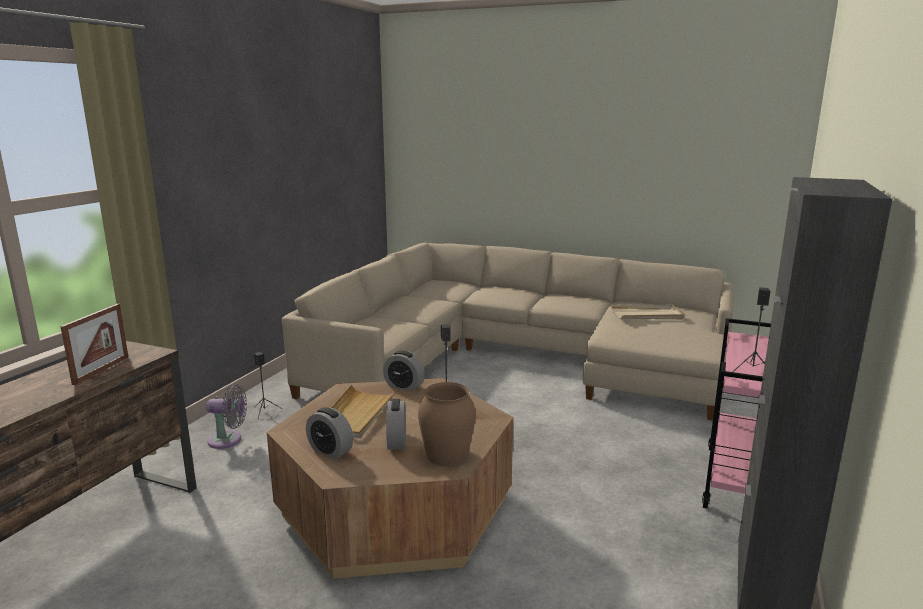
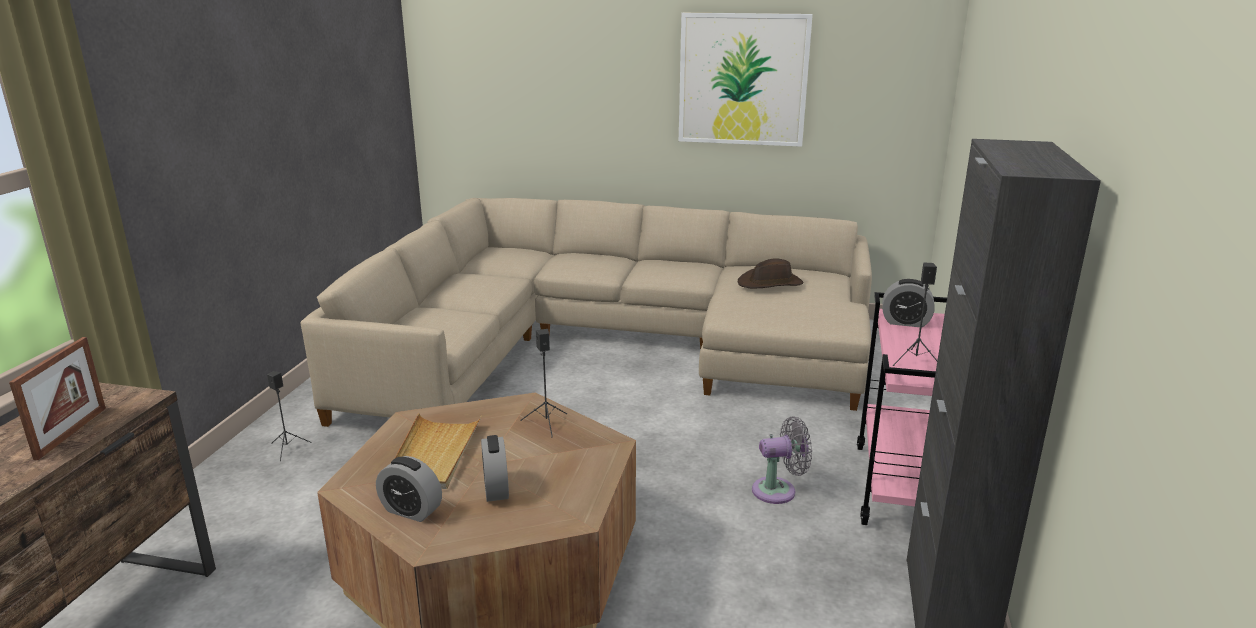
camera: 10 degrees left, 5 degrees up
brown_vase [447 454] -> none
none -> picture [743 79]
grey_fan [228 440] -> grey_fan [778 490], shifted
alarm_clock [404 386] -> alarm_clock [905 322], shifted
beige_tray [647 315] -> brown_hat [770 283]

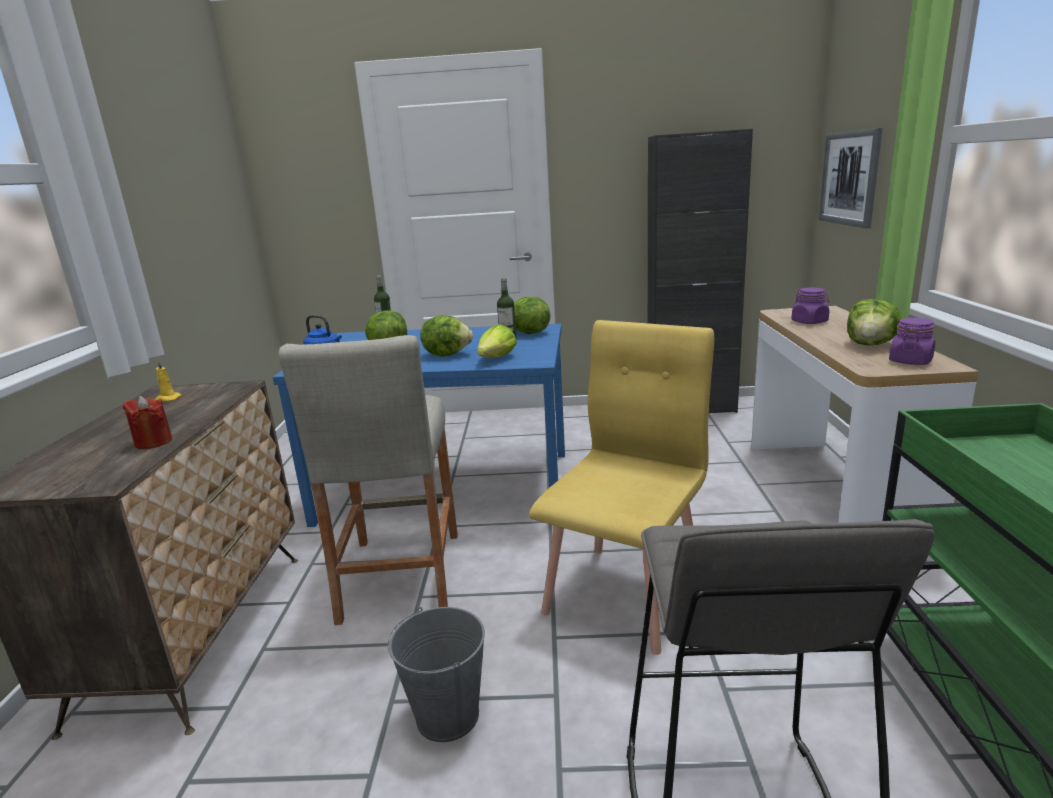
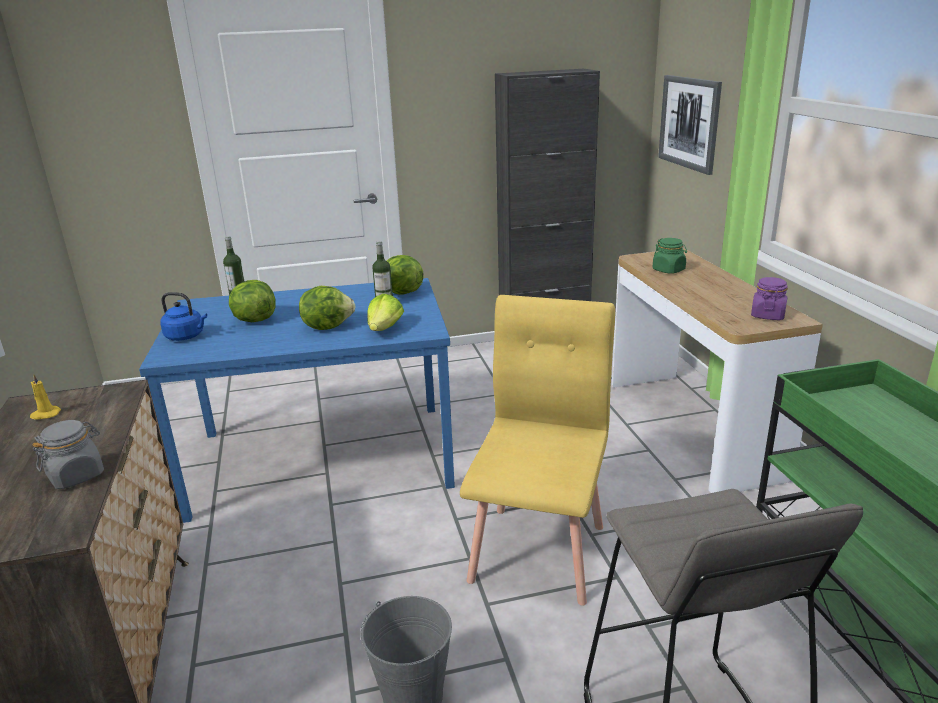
camera: 15 degrees left, 5 degrees up
beige_stool [400 575] -> none
lettuce [870 345] -> none
red_candle [153 442] -> grey_jar [76 475]
purple_jar [809 322] -> green_jar [668 270]

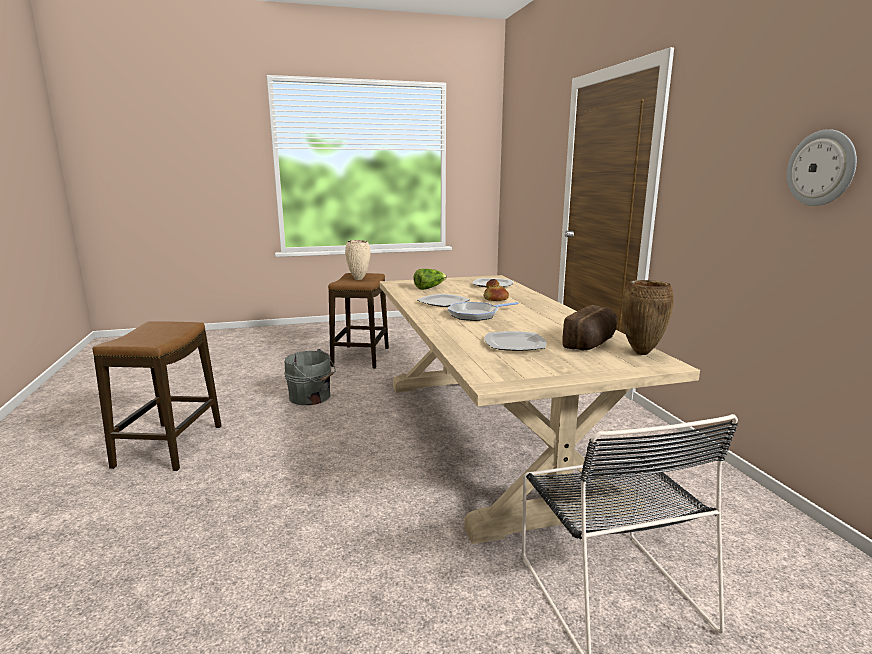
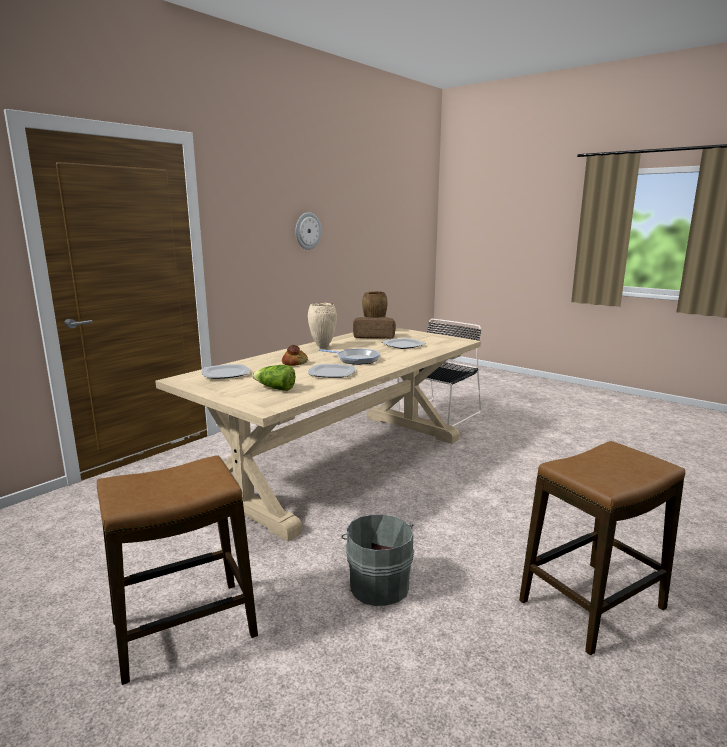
camera: 125 degrees left, 0 degrees up
beige_vase [359 279] -> beige_vase [322 347], shifted

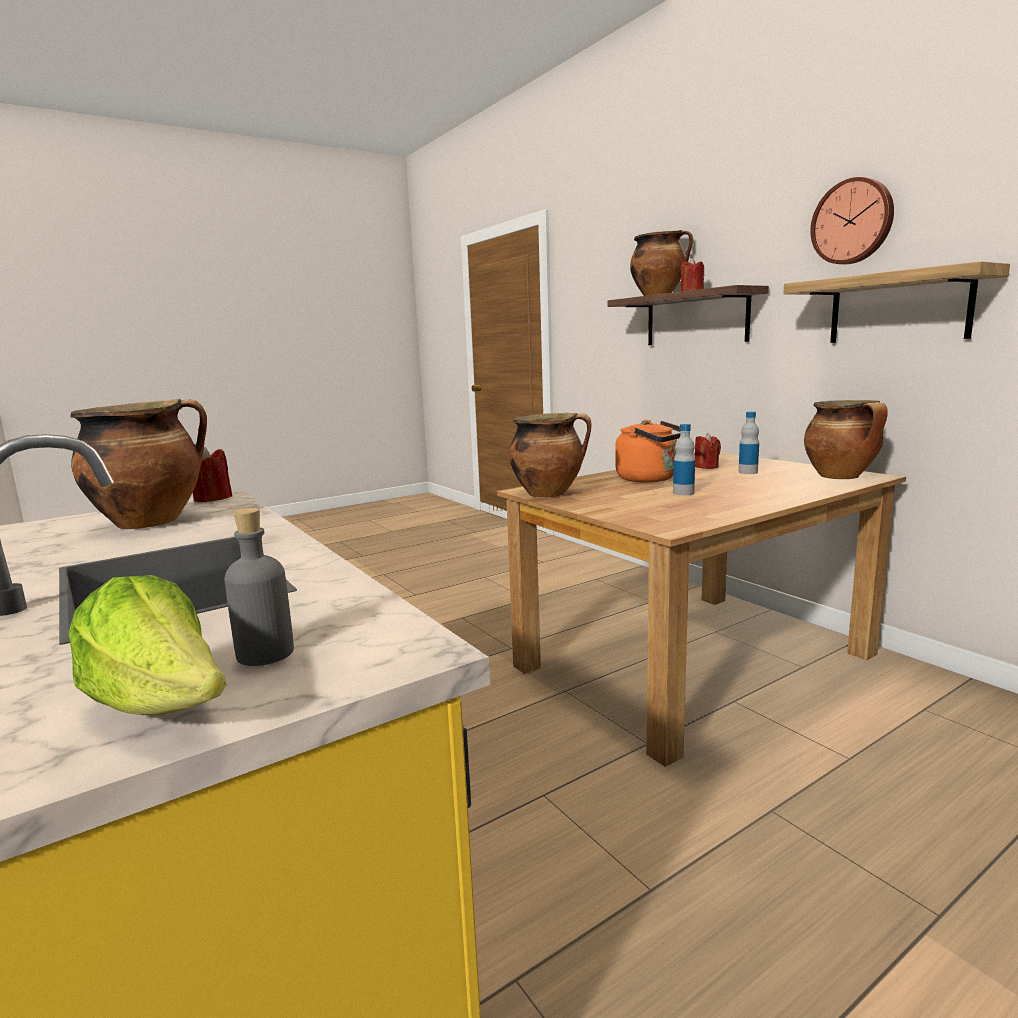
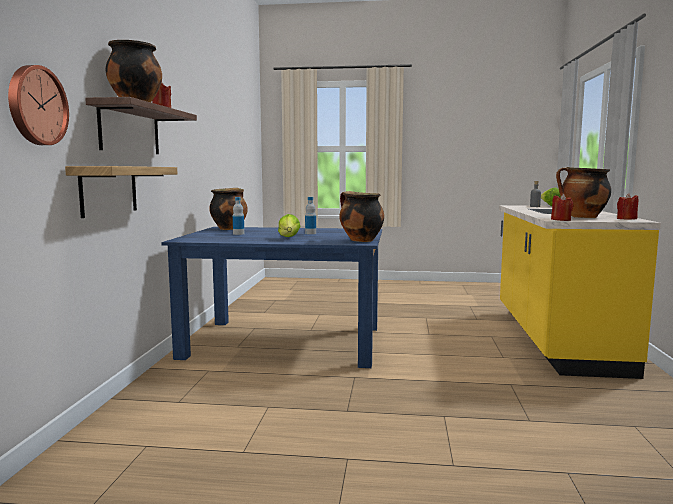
camera: 140 degrees left, 5 degrees down
red_candle [706 466] -> red_candle [626 219], shifted
shelf [898 308] -> shelf [109 190], shifted
wall_clock [853 222] -> wall_clock [36 106], shifted
orange_kettle [650 479] -> lettuce [289 238]
brown_dining_table [694 662] -> blue_dining_table [286 341]

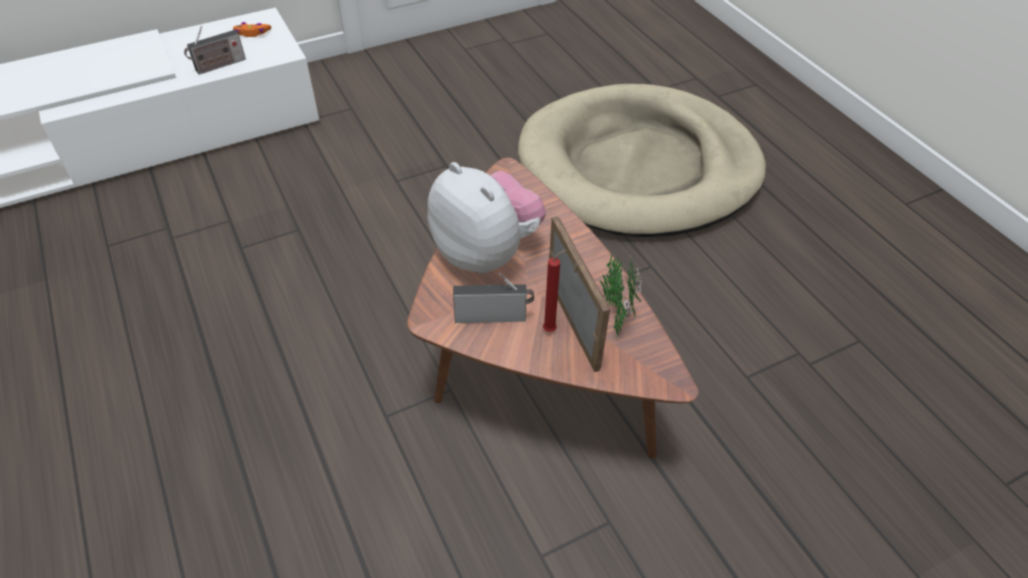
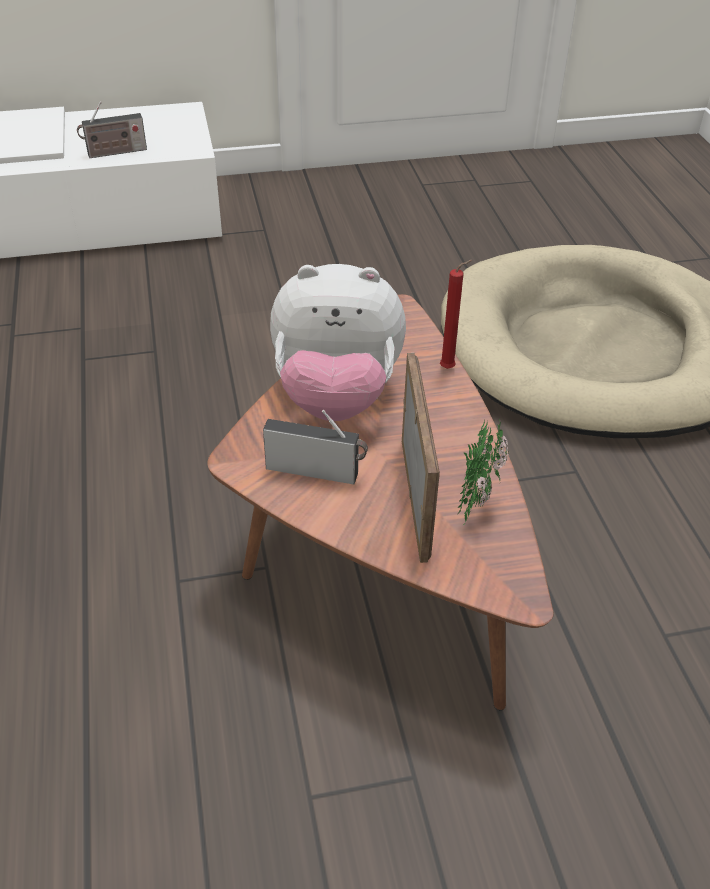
camera: 15 degrees right, 5 degrees down
orange_game_controller [252 33] -> none
red_candle [551 329] -> red_candle [449 368], shifted
plush_toy [486 253] -> plush_toy [336 397], 120 degrees clockwise

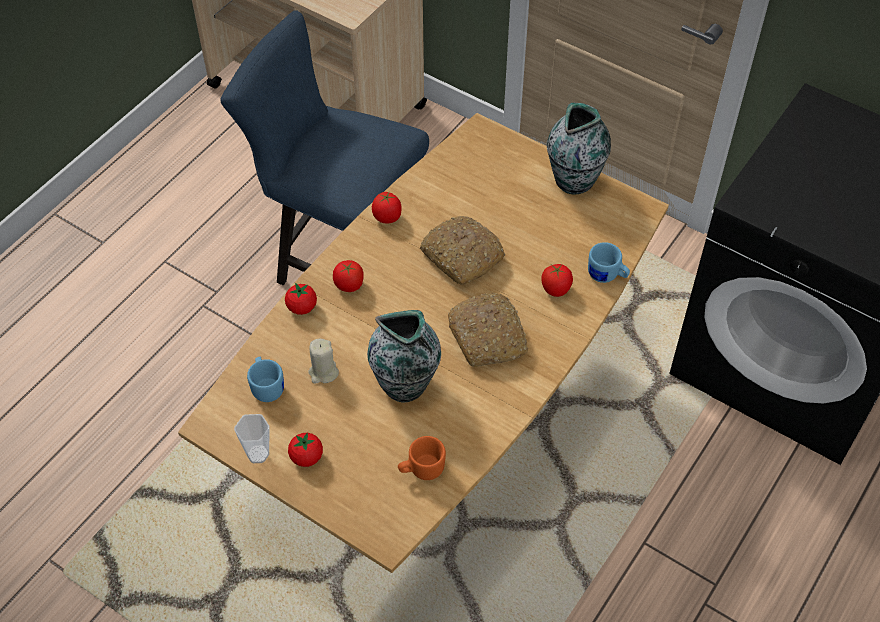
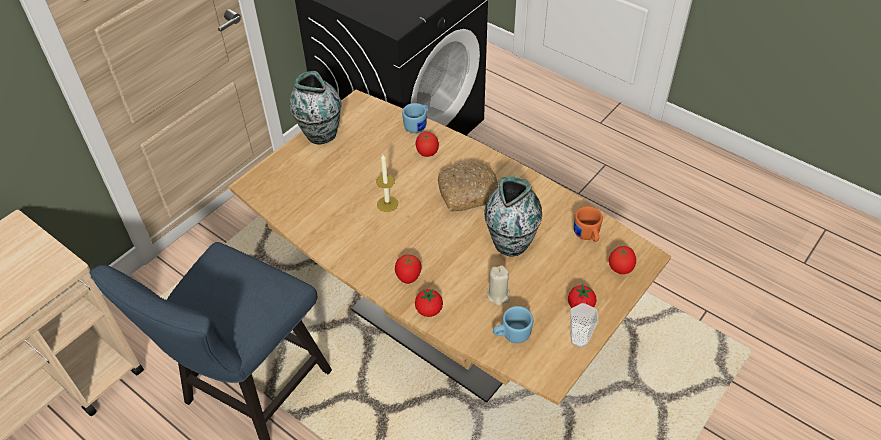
camera: 85 degrees left, 5 degrees down
tomato [387 217] -> tomato [620 268], shifted
bread [460 256] -> candle [387 204]

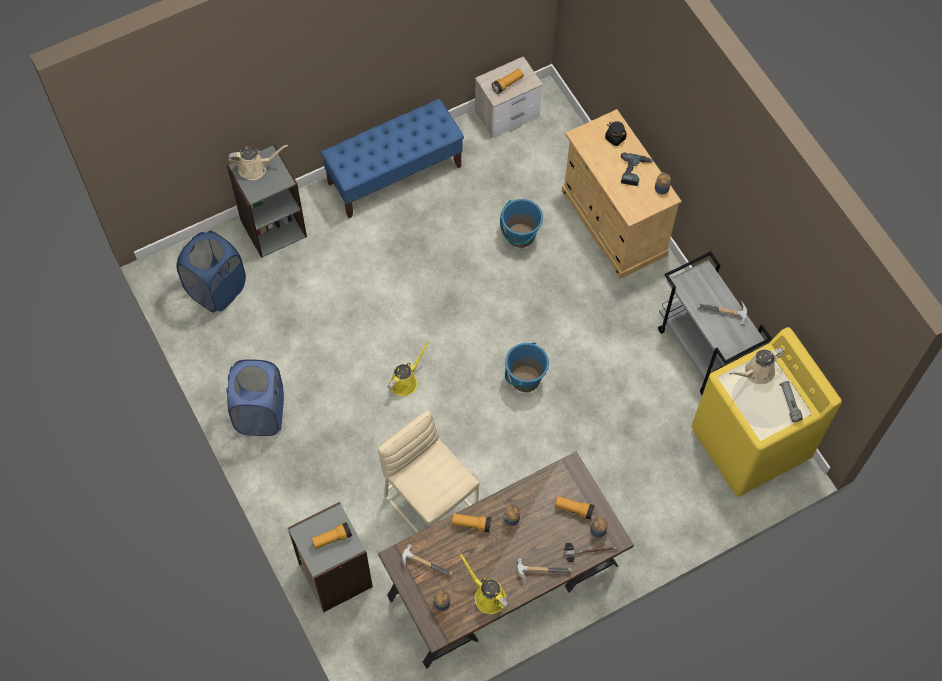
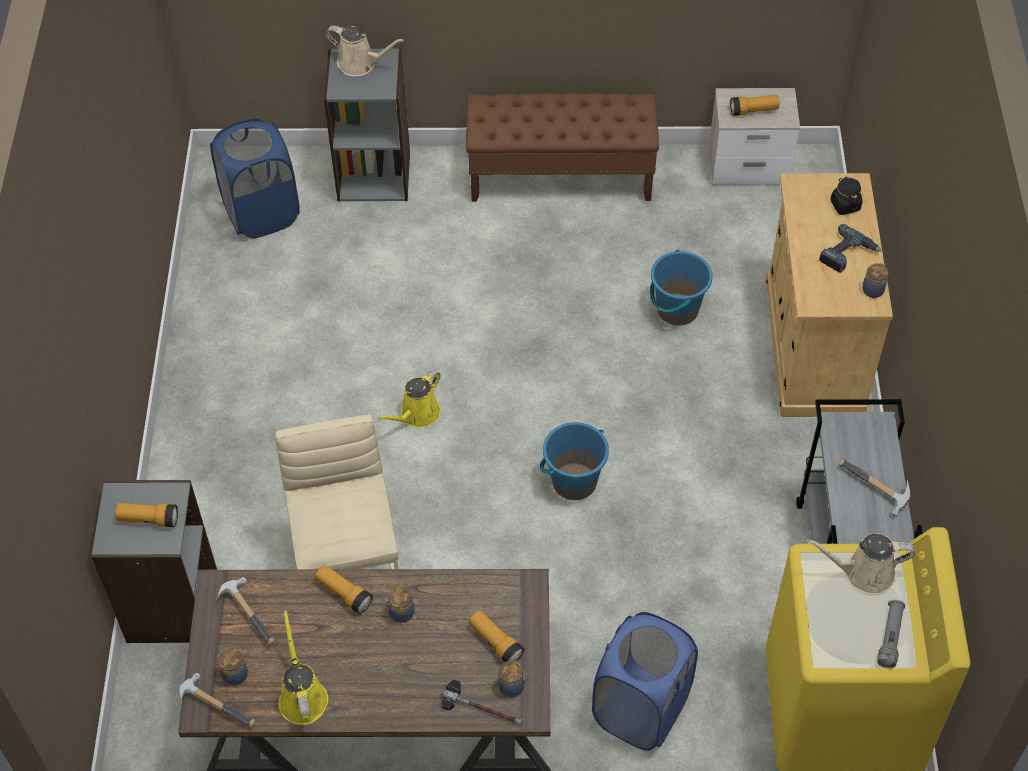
camera: 30 degrees right, 10 degrees down
blue_laundry_basket [260 413] -> blue_laundry_basket [641 709], shifted
hammer [541 569] -> hammer [217 704], shifted
blue_bench [395 174] -> brown_bench [561 176]
yellow_watering_can [405 381] -> yellow_watering_can [417 415], 150 degrees clockwise

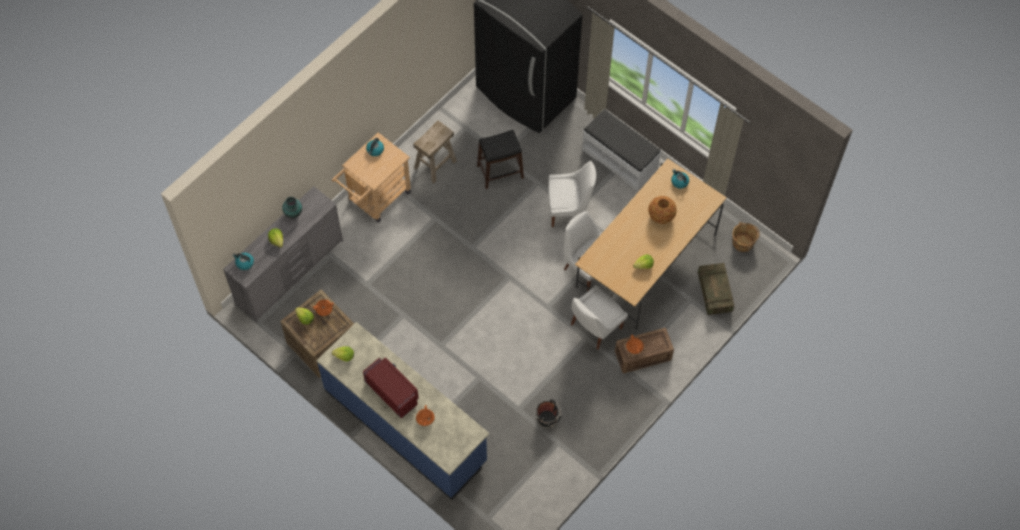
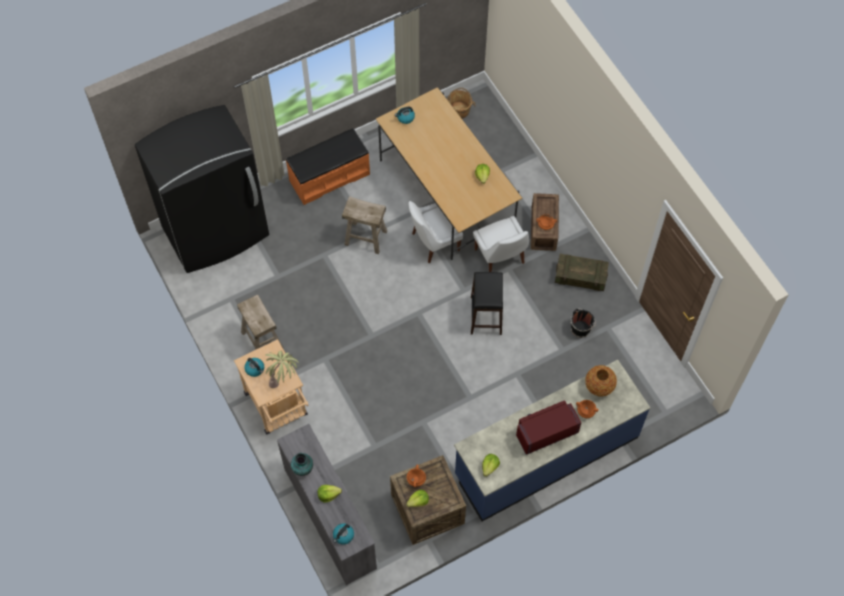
camera: 70 degrees left, 0 degrees up
none -> potted_plant [283 379]
black_stool [500 172] -> black_stool [486 315], shifted
vase [661 216] -> vase [599 386], shifted
crate [714 293] -> crate [580 277], shifted
white_chair [569 210] -> beige_stool [366 237]
white_bench [620 159] -> orange_bench [329 177]

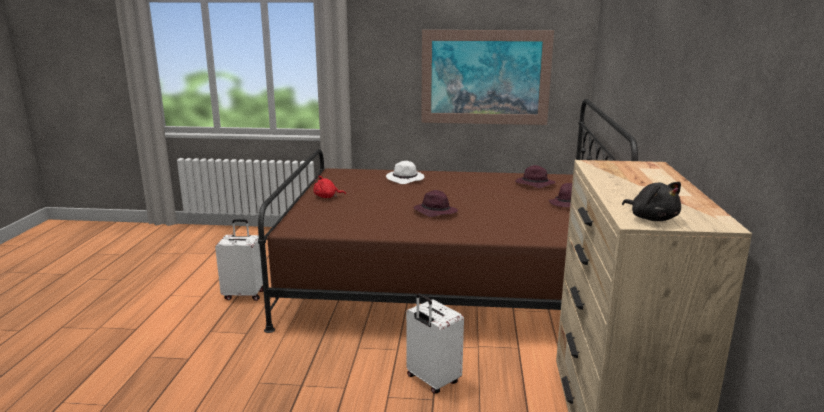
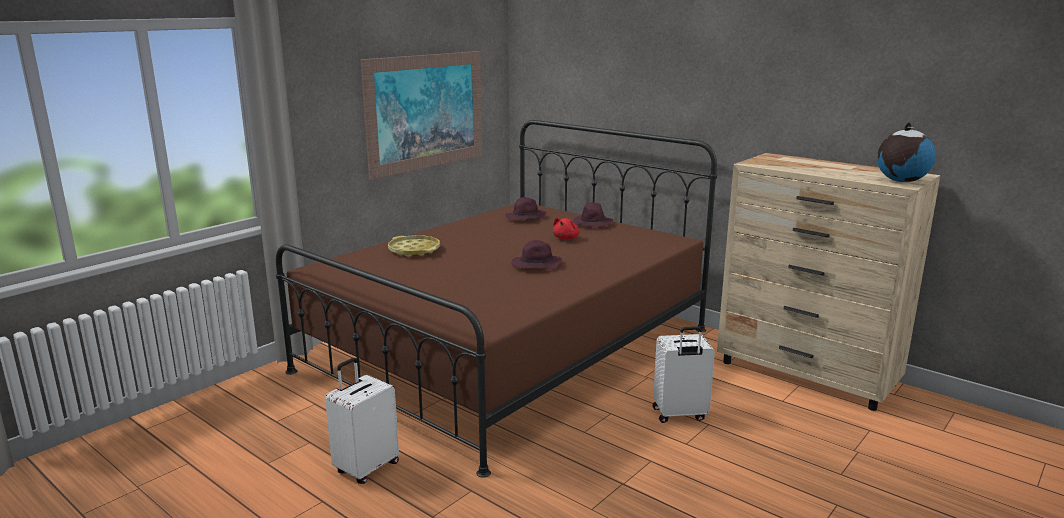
camera: 55 degrees left, 0 degrees up
red_plush_toy [327 197] -> red_plush_toy [566 238], shifted
white_hat [405 179] -> yellow_tray [414 250]
black_plush_toy [652 218] -> globe [901 181]

